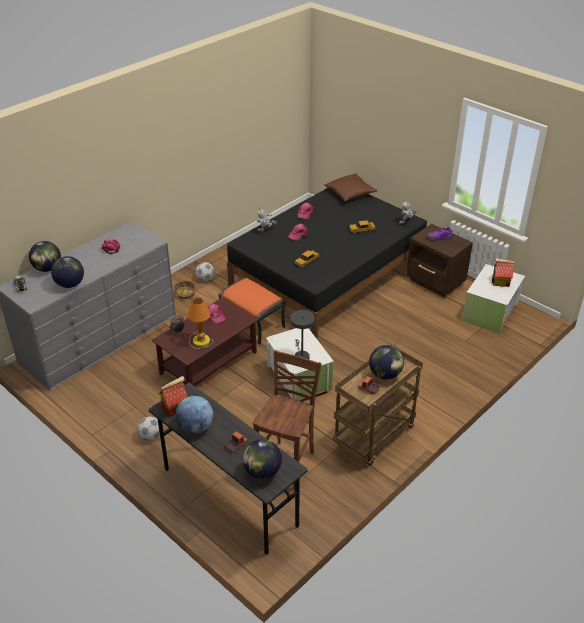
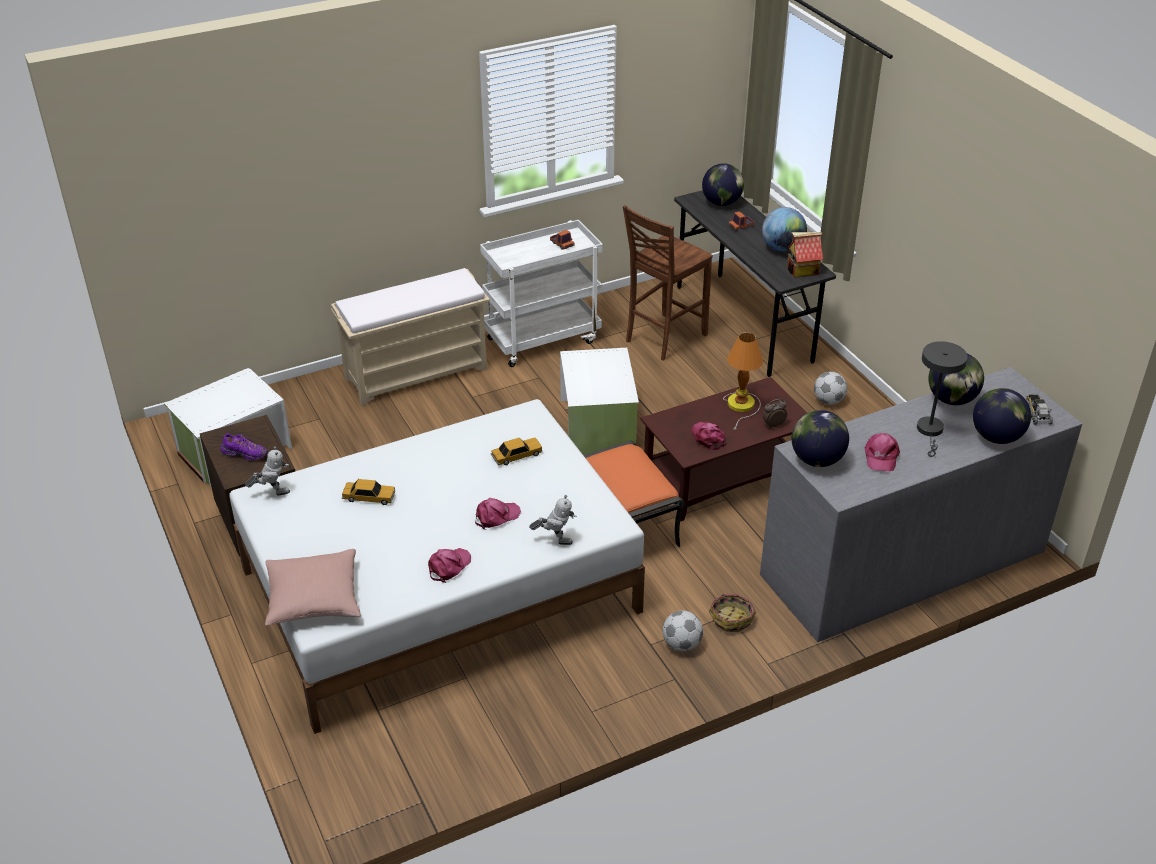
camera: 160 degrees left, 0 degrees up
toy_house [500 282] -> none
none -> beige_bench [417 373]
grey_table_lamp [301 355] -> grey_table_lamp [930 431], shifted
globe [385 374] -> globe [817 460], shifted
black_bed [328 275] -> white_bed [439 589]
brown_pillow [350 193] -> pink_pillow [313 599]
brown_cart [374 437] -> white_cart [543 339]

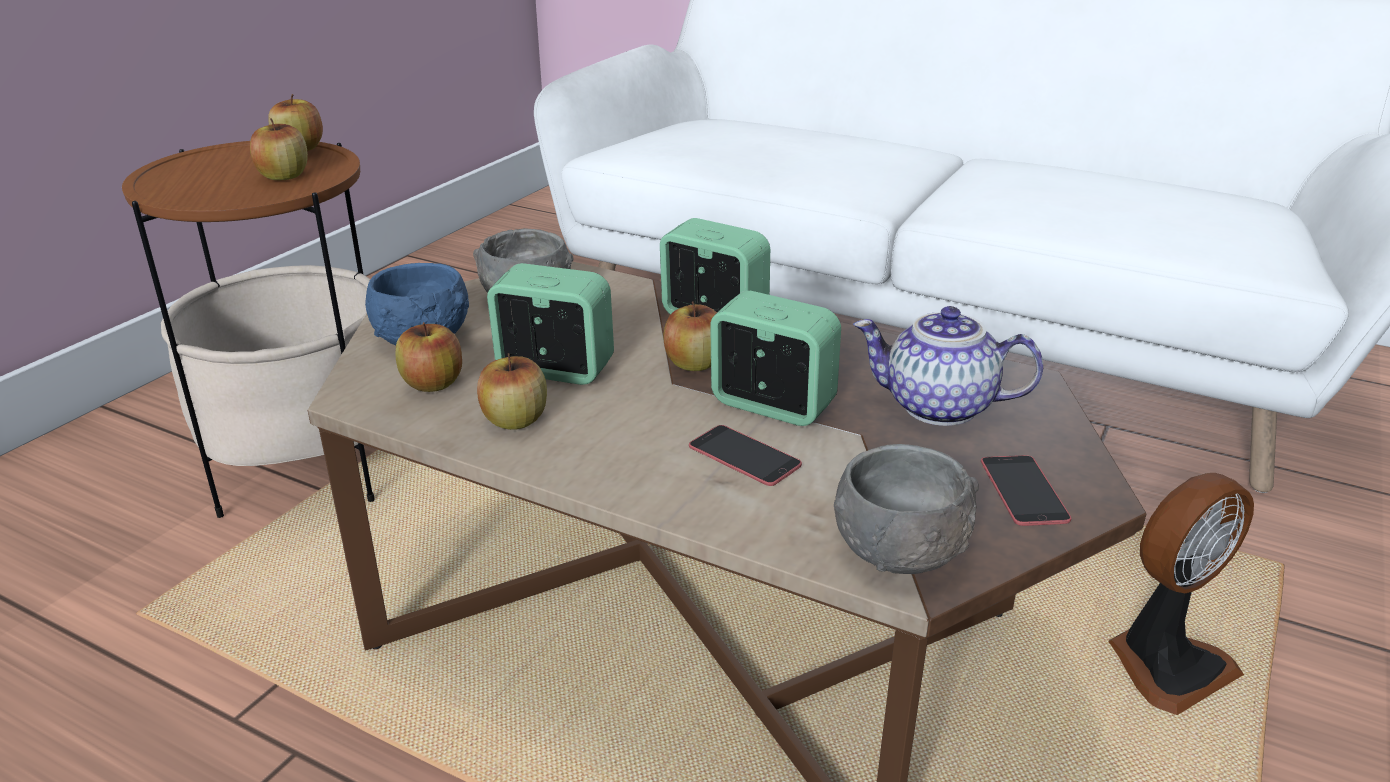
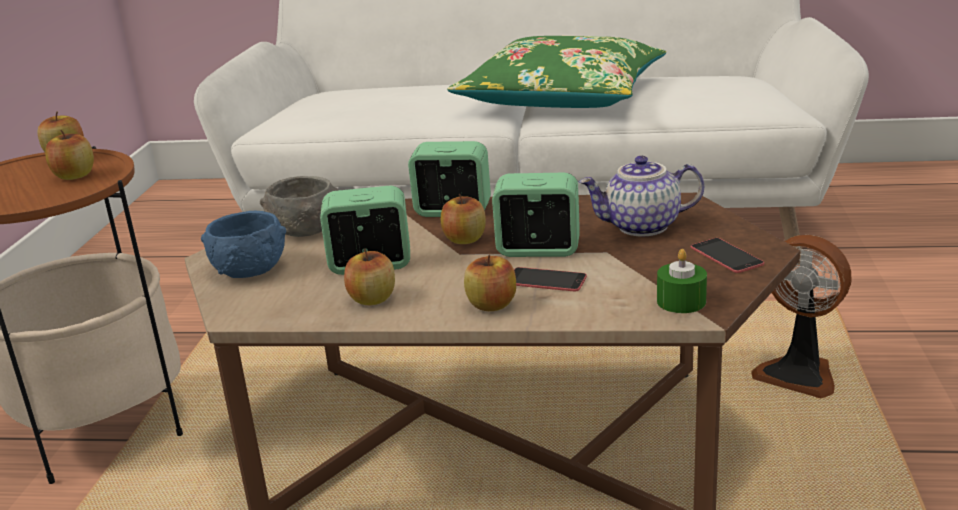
camera: 20 degrees left, 5 degrees down
none -> green_pillow [562 97]
apple [433 383] -> apple [491 305], shifted
grey_bowl [899 549] -> green_candle [681 301]
fan [1165 665] -> fan [799 375], 90 degrees clockwise

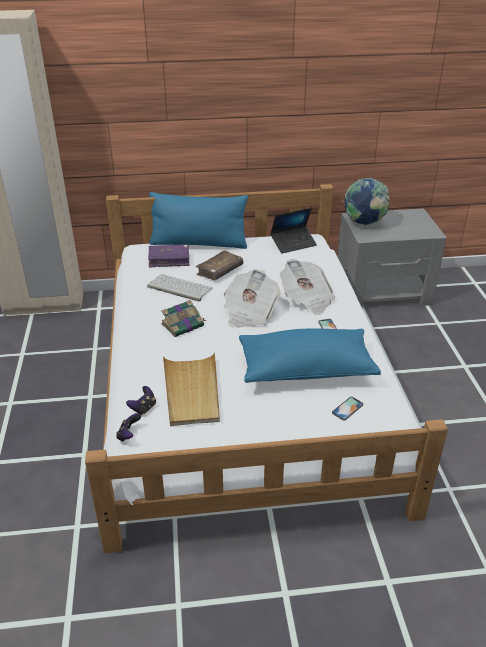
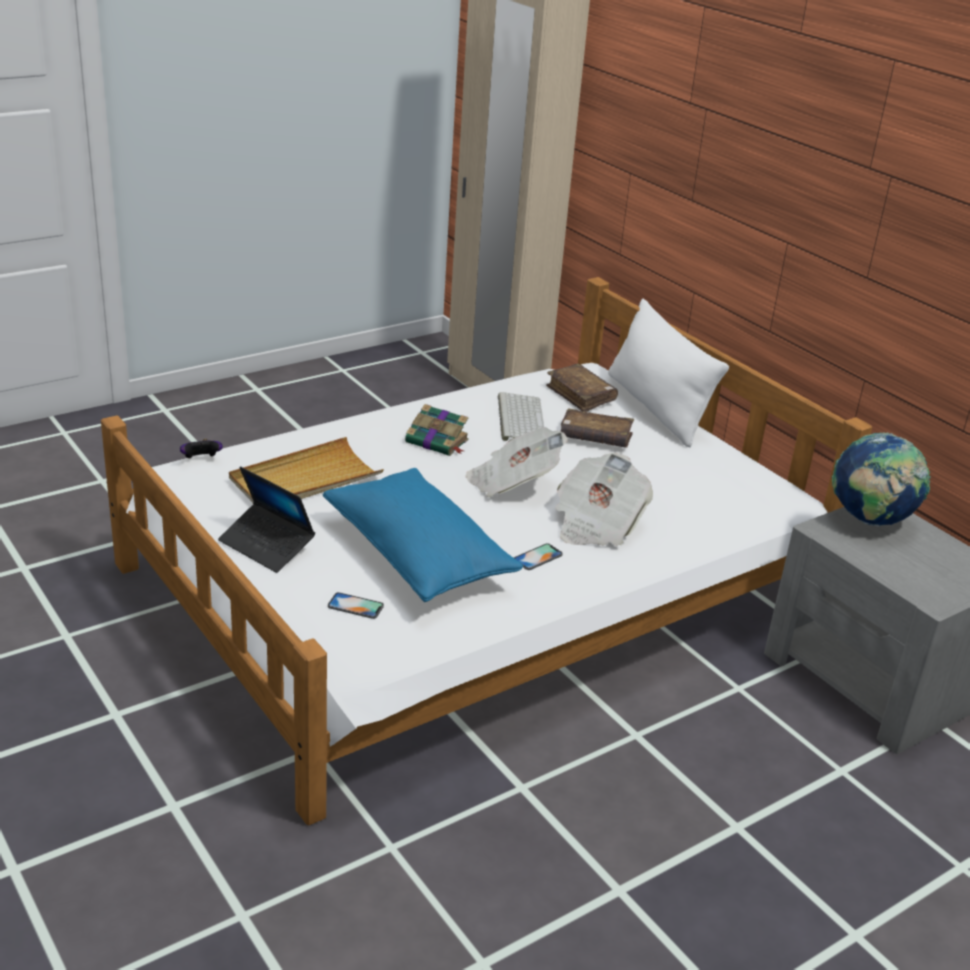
camera: 60 degrees right, 5 degrees down
game_controller [143 408] -> none
laptop [293 243] -> laptop [266 545], shifted
purple_book [169 260] -> brown_book [580 395]
blue_pillow [199 243] -> white_pillow [656 408]

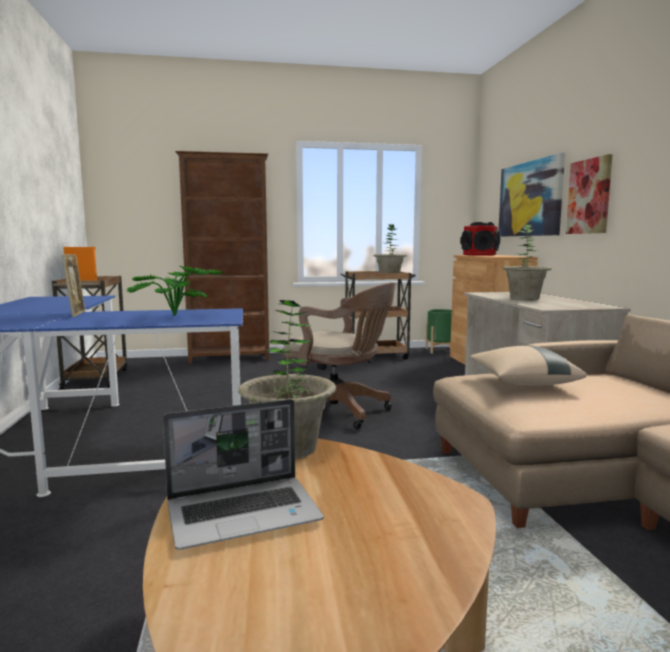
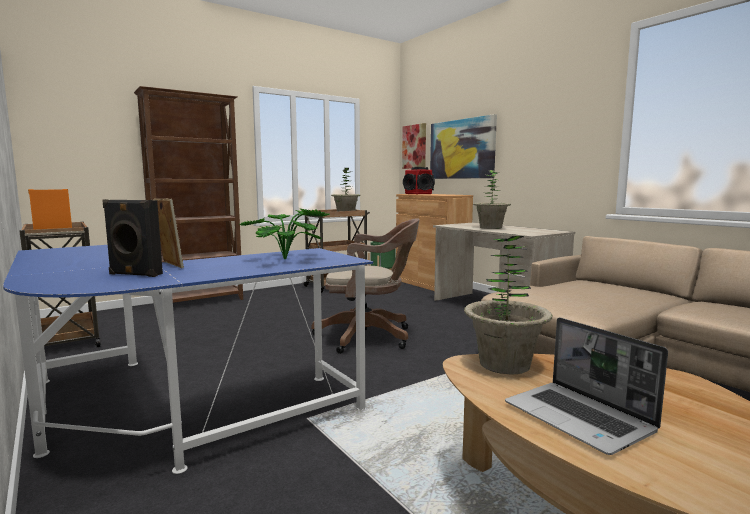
camera: 25 degrees left, 0 degrees up
beige_pillow [522 382] -> none
none -> black_speaker [134 274]
picture [589 196] -> picture [414 146], shifted
laptop [244 512] -> laptop [580 418], 105 degrees clockwise

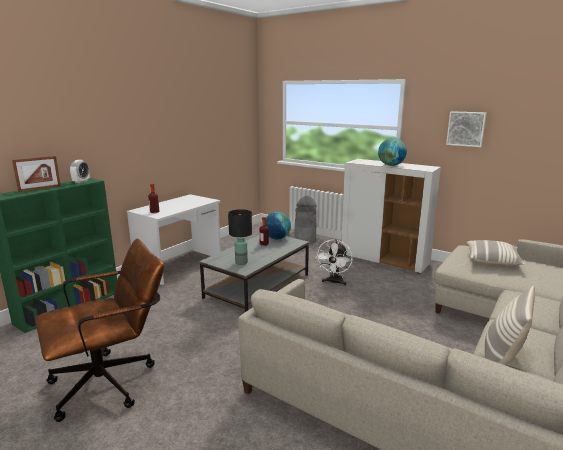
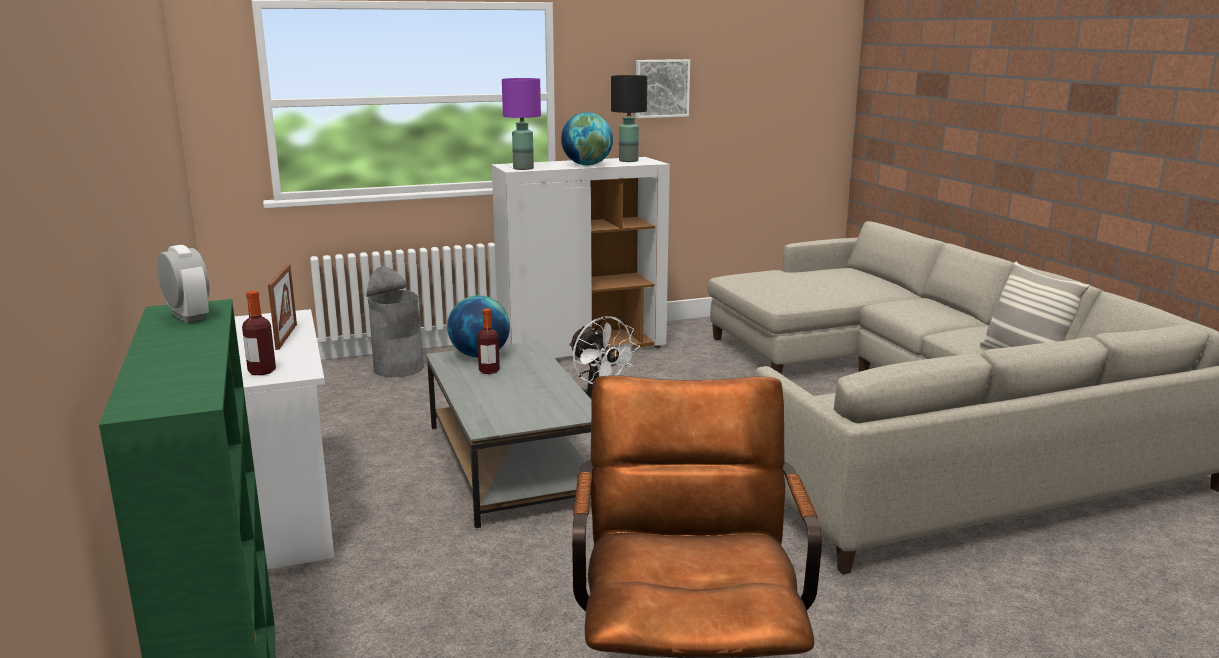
camera: 55 degrees left, 0 degrees up
pillow [492 261] -> none
none -> purple_table_lamp [523 168]
picture_frame [40 188] -> picture_frame [286 336], shifted
black_table_lamp [241 262] -> black_table_lamp [628 161], shifted

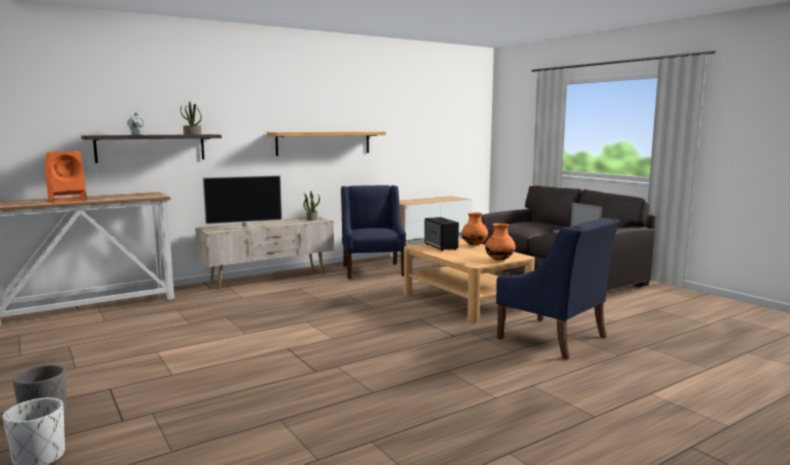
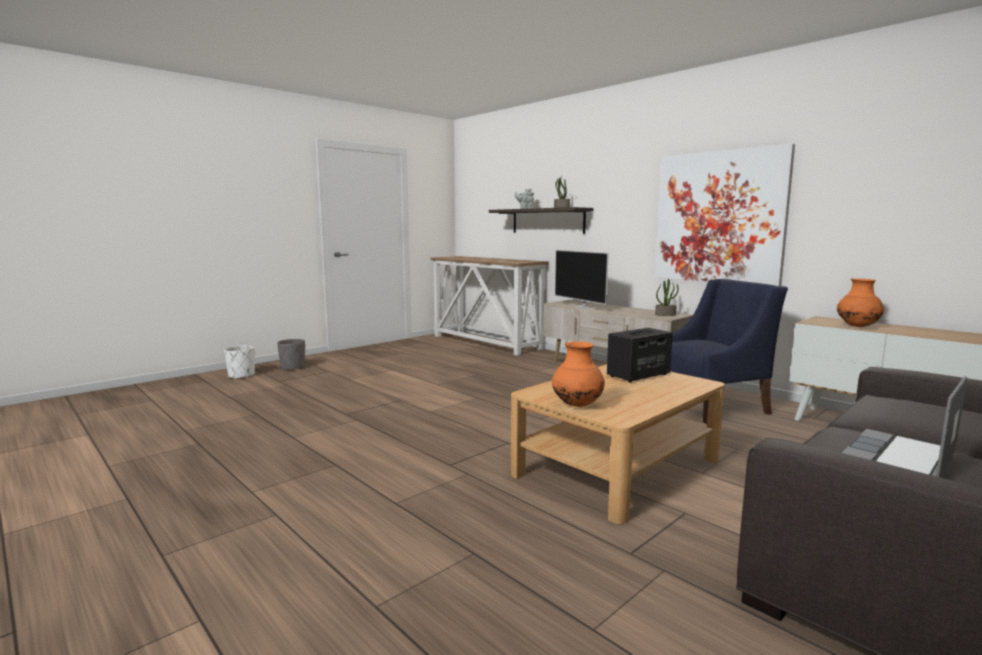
camera: 80 degrees right, 0 degrees up
orange_speaker [68 199] -> none
blue_armchair [553 338] -> none
orange_vase [474 245] -> orange_vase [857 326], shifted
shelf [324 143] -> picture [719 217]

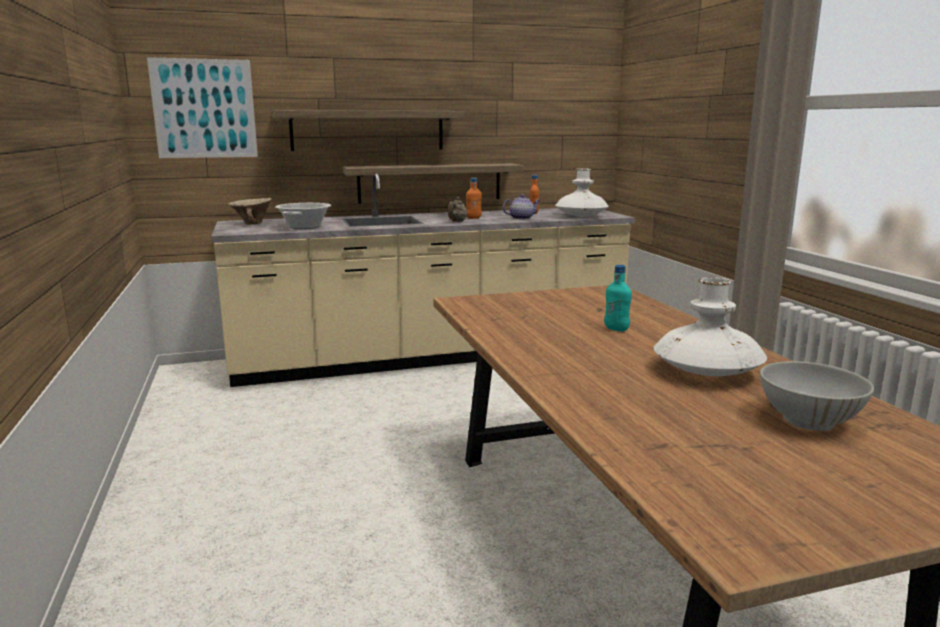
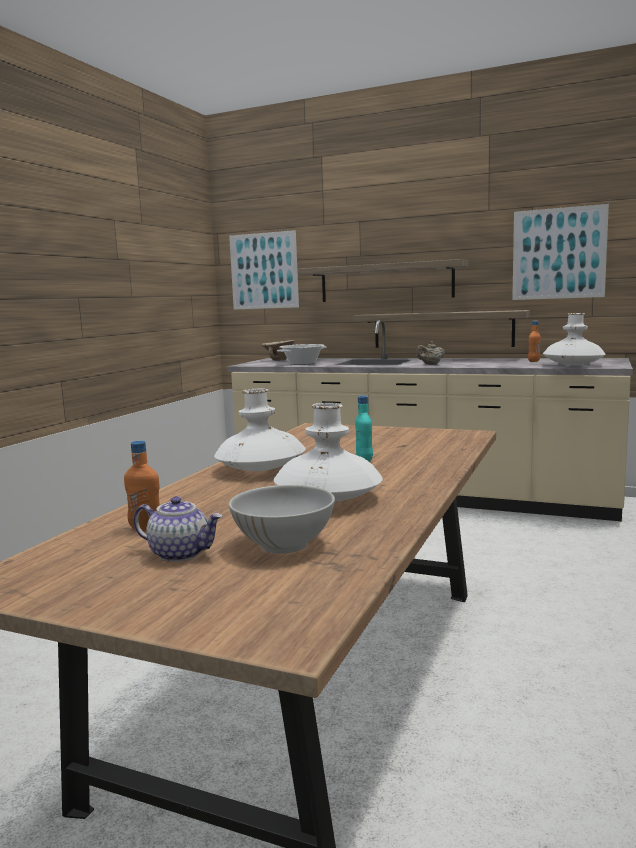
camera: 40 degrees right, 5 degrees down
none -> white_vase [261 469]
none -> picture [558 253]
orange_bottle [473 218] -> orange_bottle [146 528], shifted
teapot [521 218] -> teapot [181 553], shifted

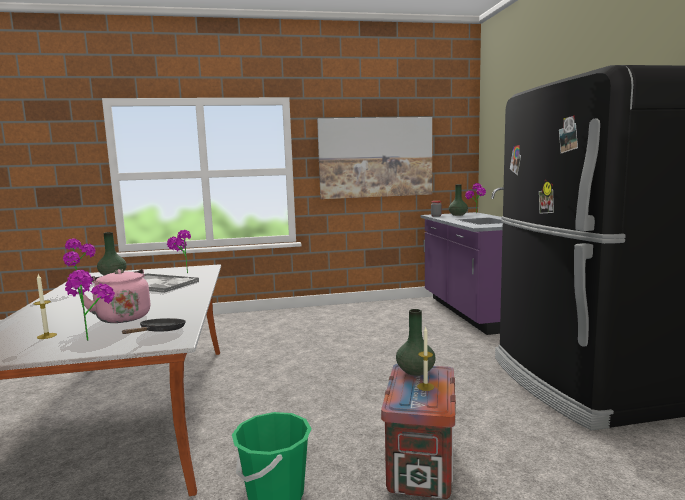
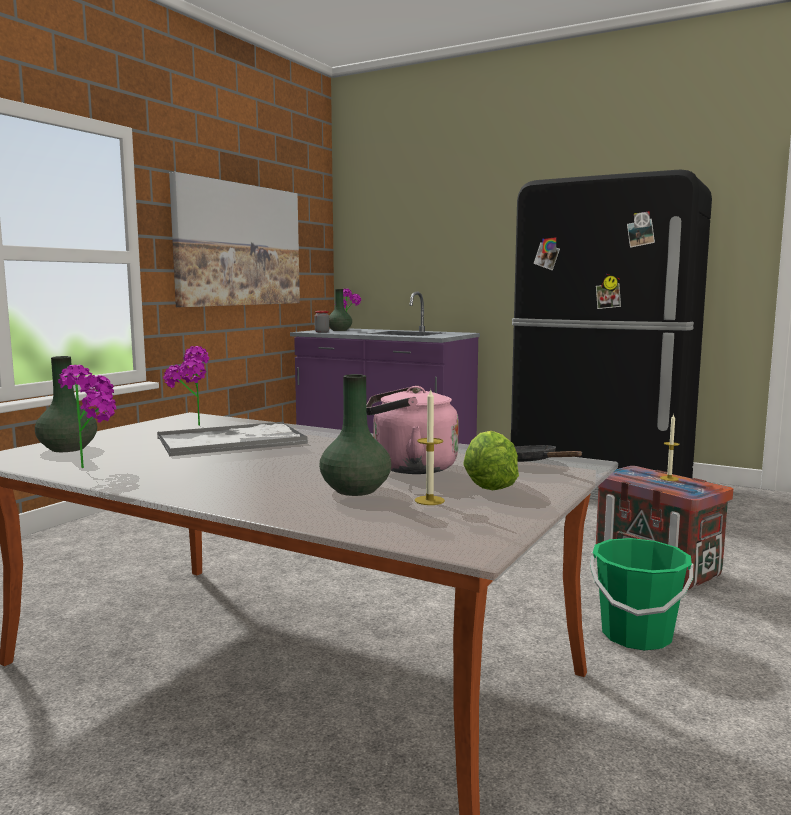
camera: 50 degrees left, 0 degrees up
green_vase [416 371] -> green_vase [356 490], shifted
potted_plant [92 337] -> lettuce [488 485]

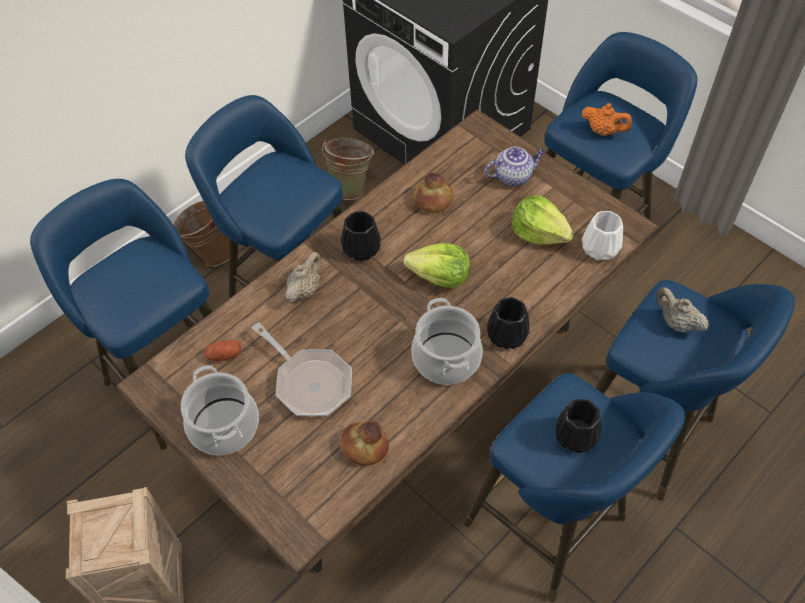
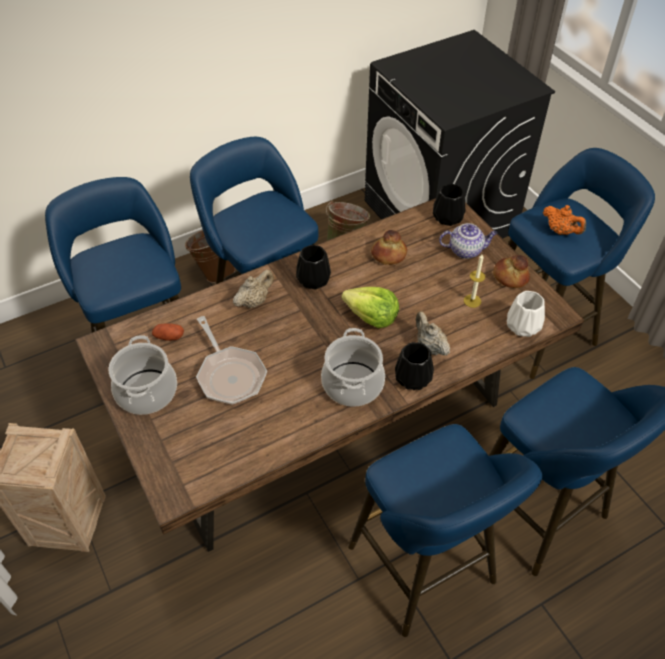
camera: 15 degrees right, 5 degrees down
bread [364 446] -> bread [510 277], shifted
black_vase [576 435] -> black_vase [448 217], shifted
beige_teapot [676 323] -> beige_teapot [429 347], shifted
lettuce [539 232] -> candle [472 301]

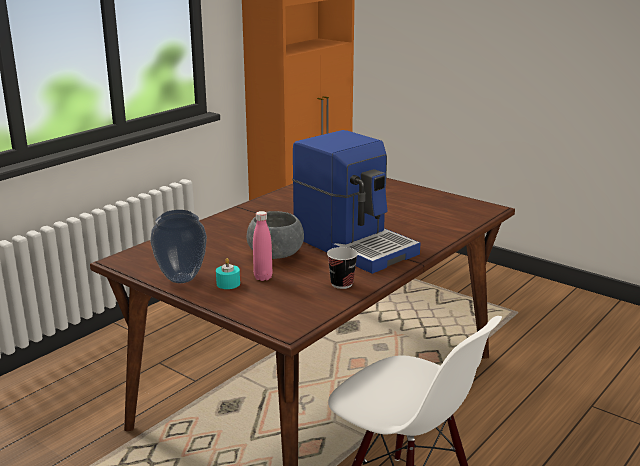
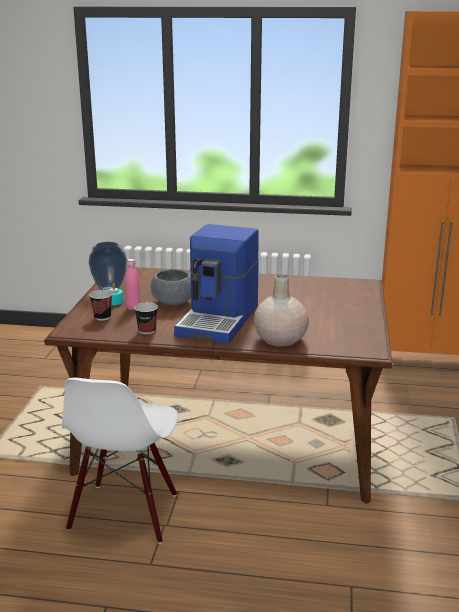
camera: 60 degrees right, 0 degrees up
none -> cup [102 317]
none -> beige_vase [280 339]

